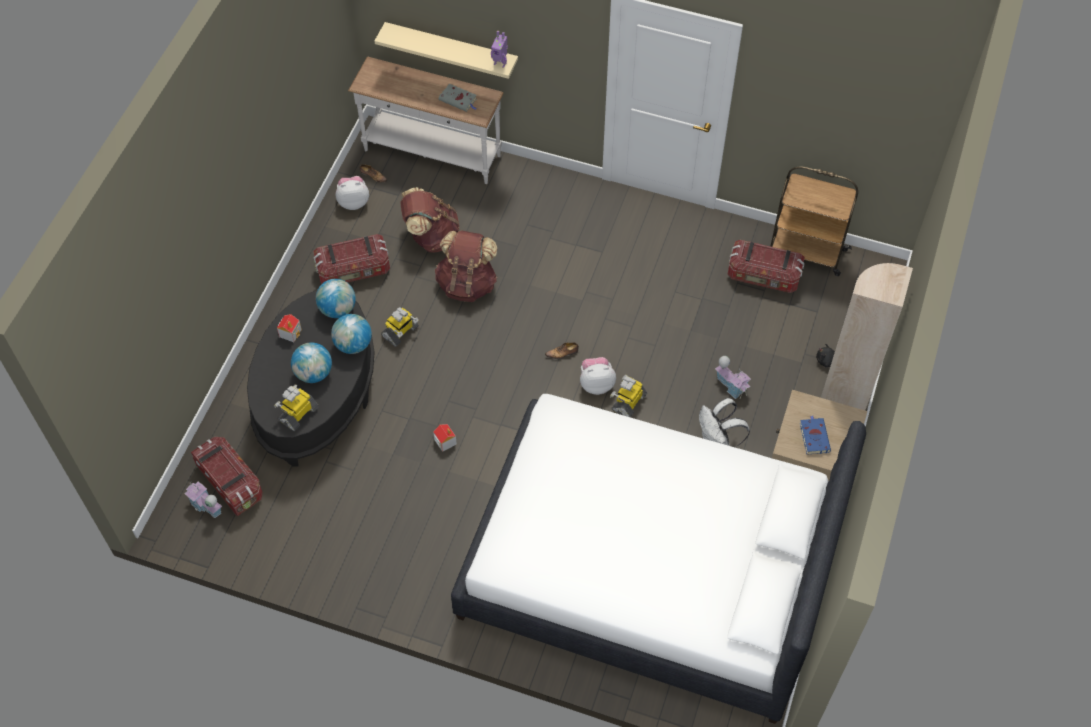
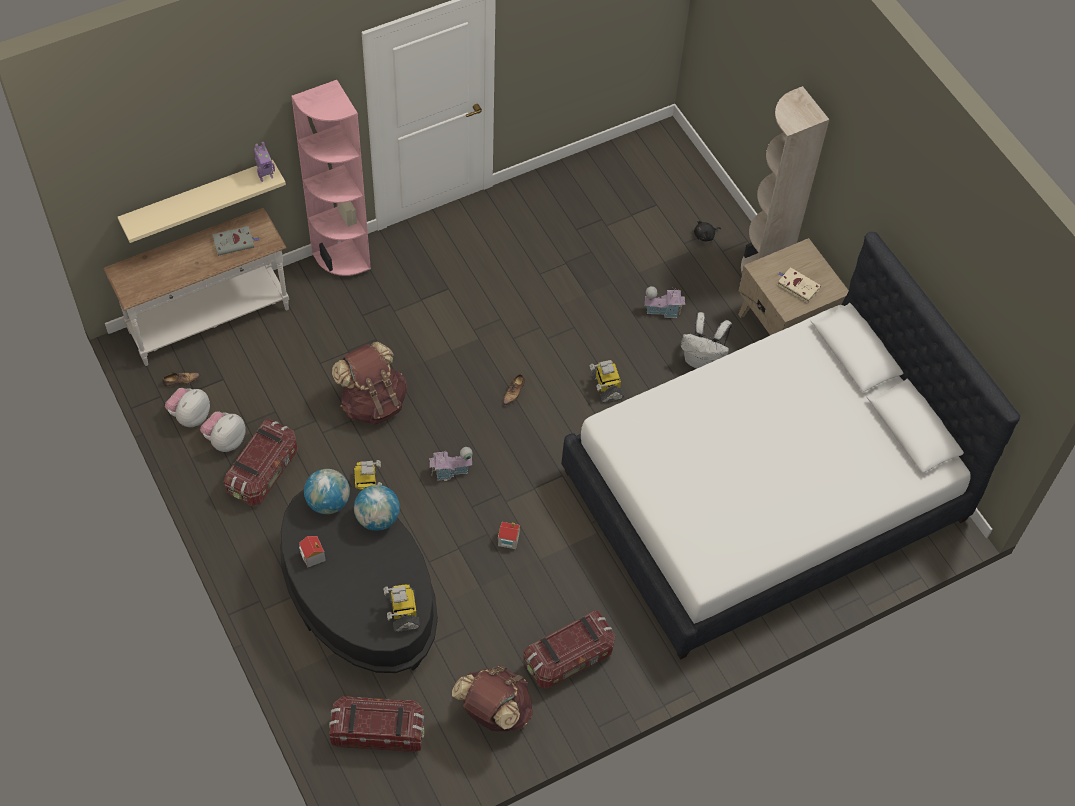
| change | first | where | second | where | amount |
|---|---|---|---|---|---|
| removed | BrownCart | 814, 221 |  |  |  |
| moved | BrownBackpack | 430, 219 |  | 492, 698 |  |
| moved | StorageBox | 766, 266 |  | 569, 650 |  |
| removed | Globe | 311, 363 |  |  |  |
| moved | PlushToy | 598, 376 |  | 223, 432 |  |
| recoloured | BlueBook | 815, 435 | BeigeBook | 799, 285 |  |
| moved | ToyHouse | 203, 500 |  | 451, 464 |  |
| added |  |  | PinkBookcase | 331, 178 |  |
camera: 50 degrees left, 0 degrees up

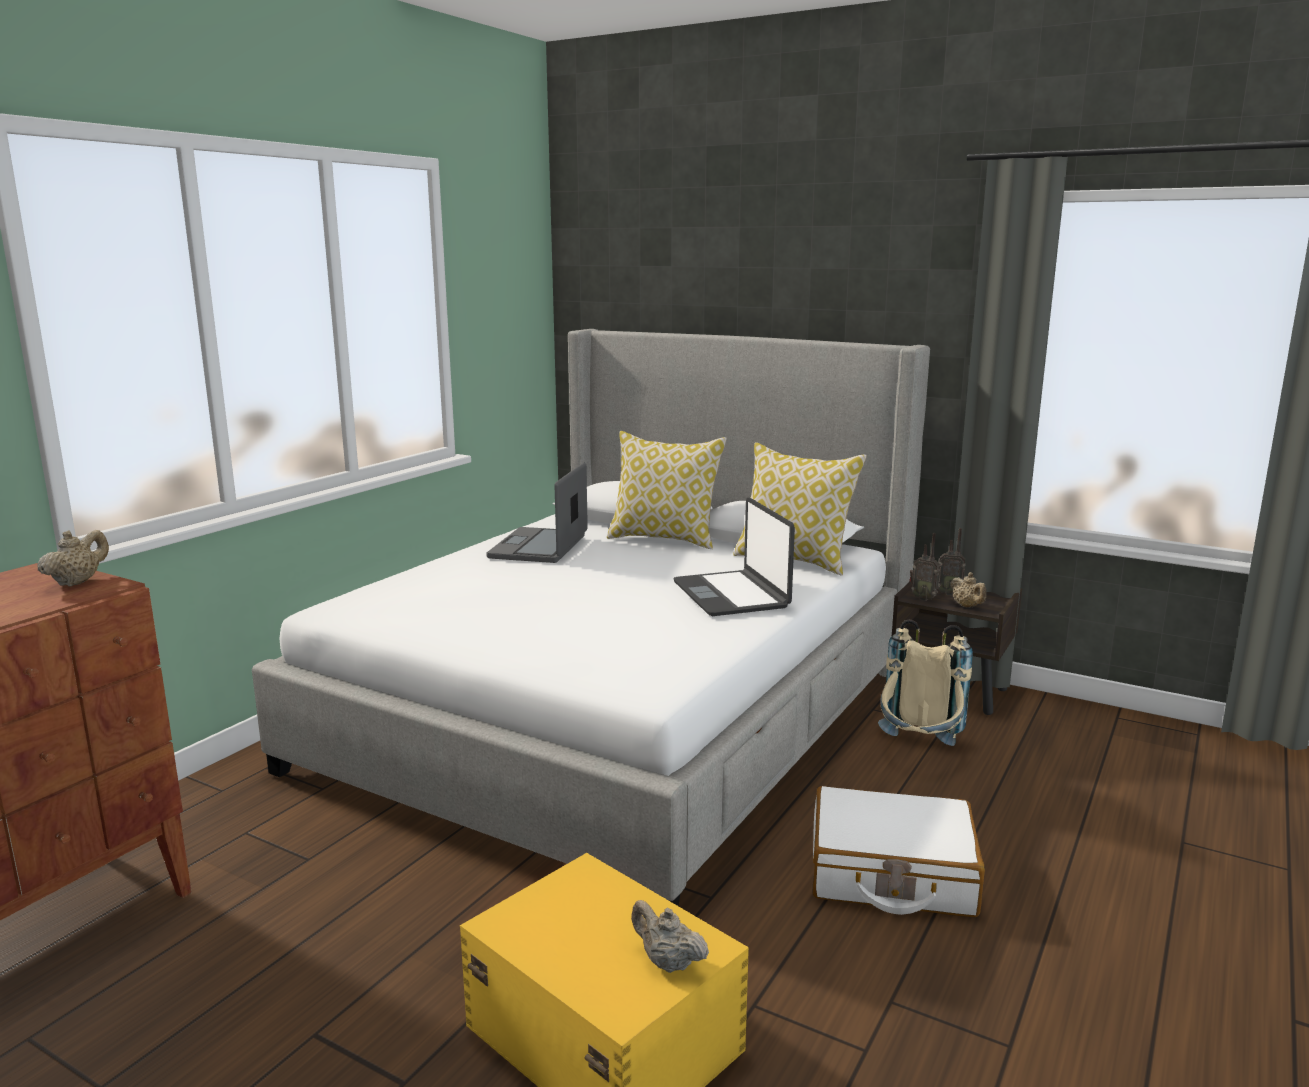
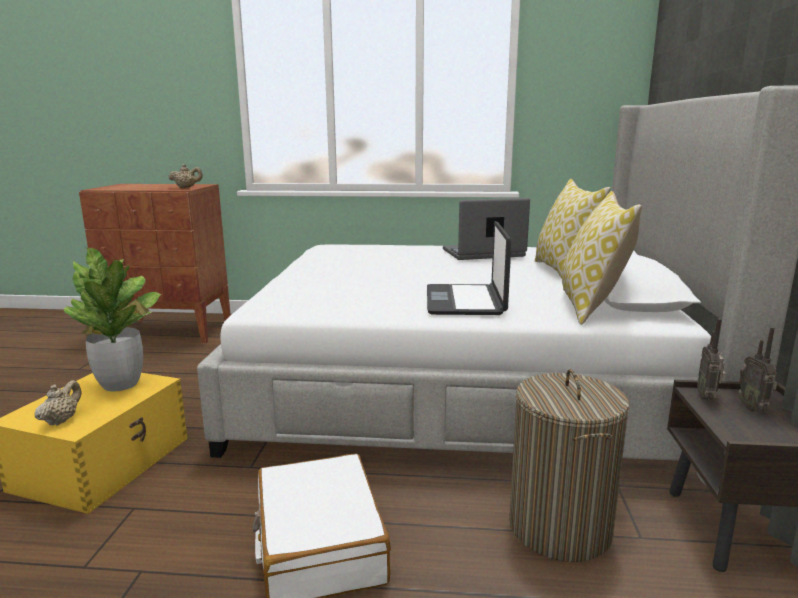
| change | first | where | second | where | amount |
|---|---|---|---|---|---|
| turned | Laptop | 734, 556 |  | 469, 268 | 45 degrees counterclockwise |
| removed | BeigeTeapot | 968, 590 |  |  |  |
| replaced | BeigeBackpack | 925, 682 | LaundryBasket | 569, 465 |  |
| added |  |  | PottedPlant | 112, 320 |  |
camera: 65 degrees right, 0 degrees up

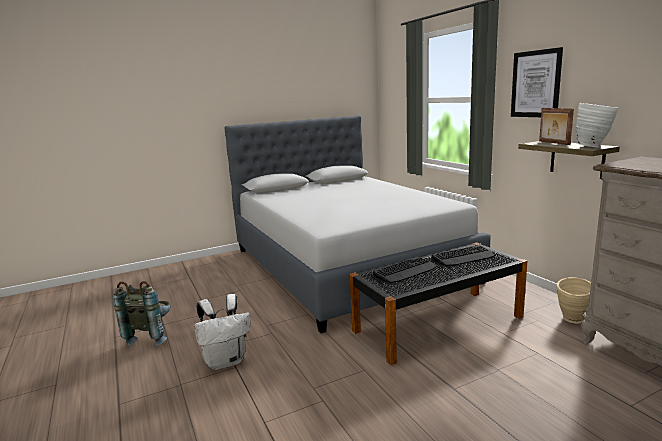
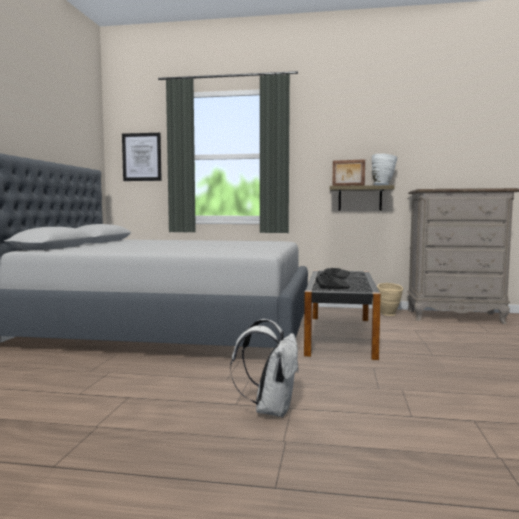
| change | first | where | second | where | amount |
|---|---|---|---|---|---|
| moved | Picture | 537, 82 |  | 142, 157 |  |
| removed | GreyBackpack | 142, 313 |  |  |  |
camera: 55 degrees left, 10 degrees down

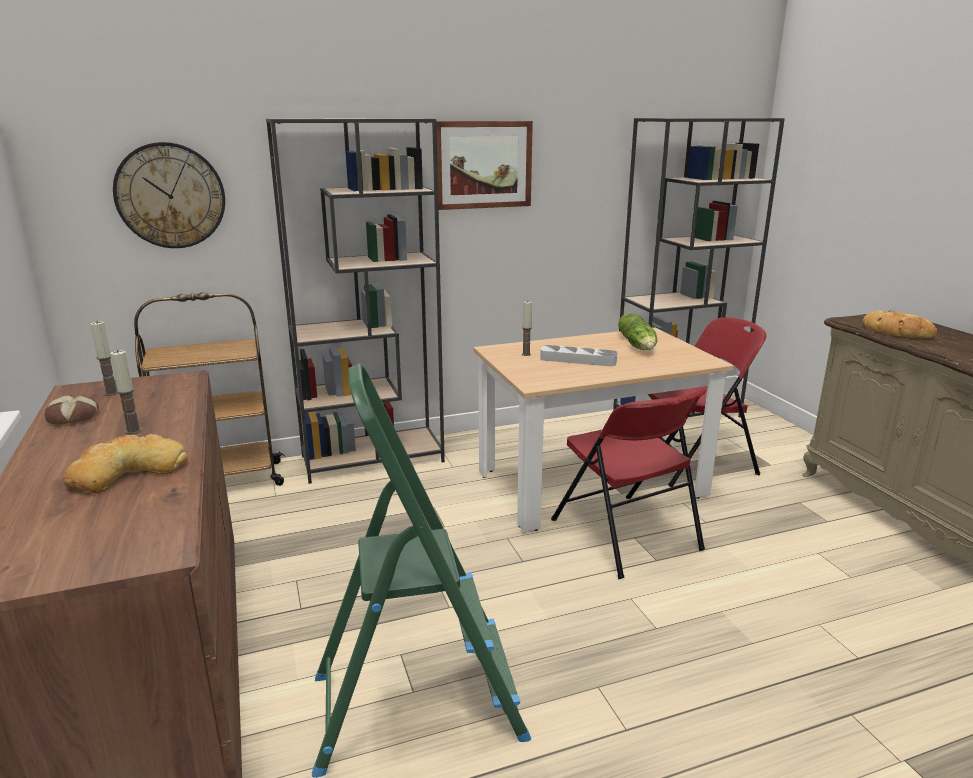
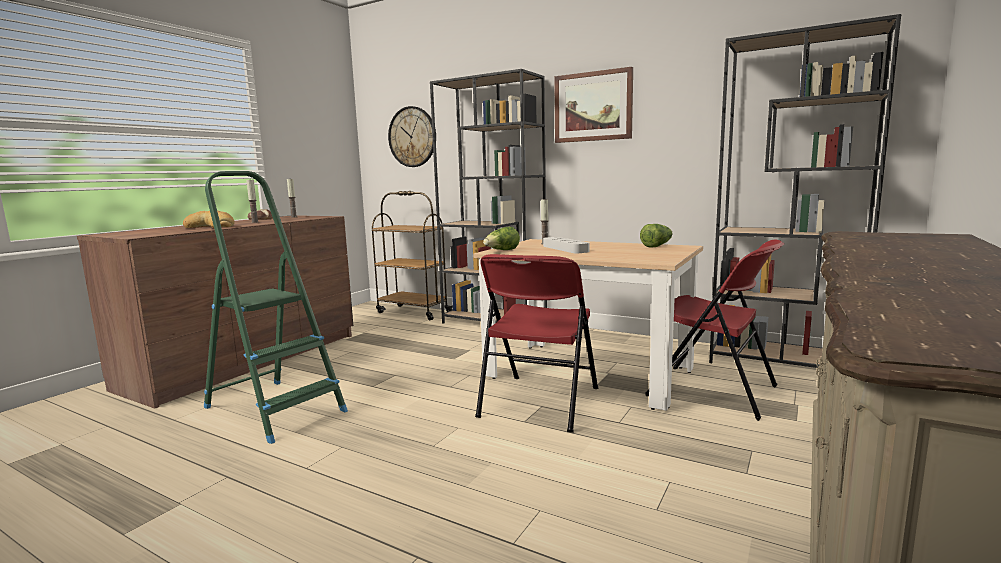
| change | first | where | second | where | amount |
|---|---|---|---|---|---|
| removed | Bread | 900, 324 |  |  |  |
| moved | Lettuce | 642, 336 |  | 501, 238 |  |
camera: 50 degrees right, 10 degrees down

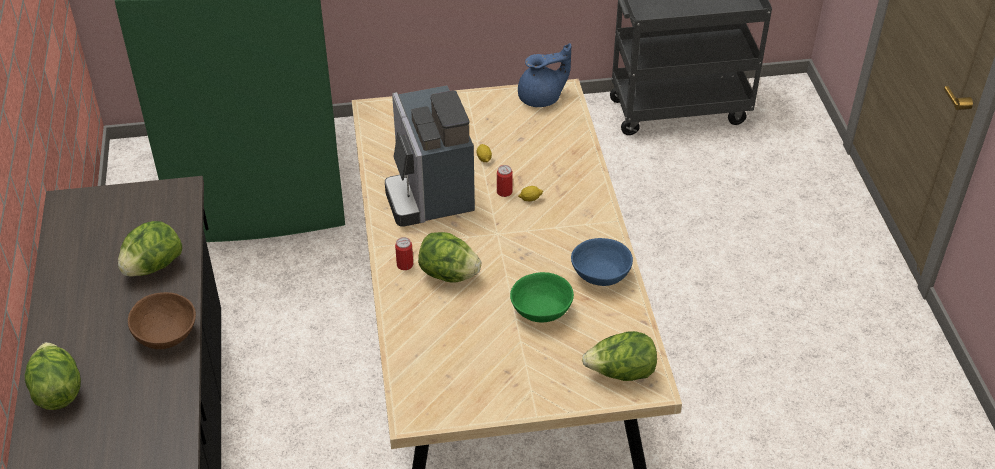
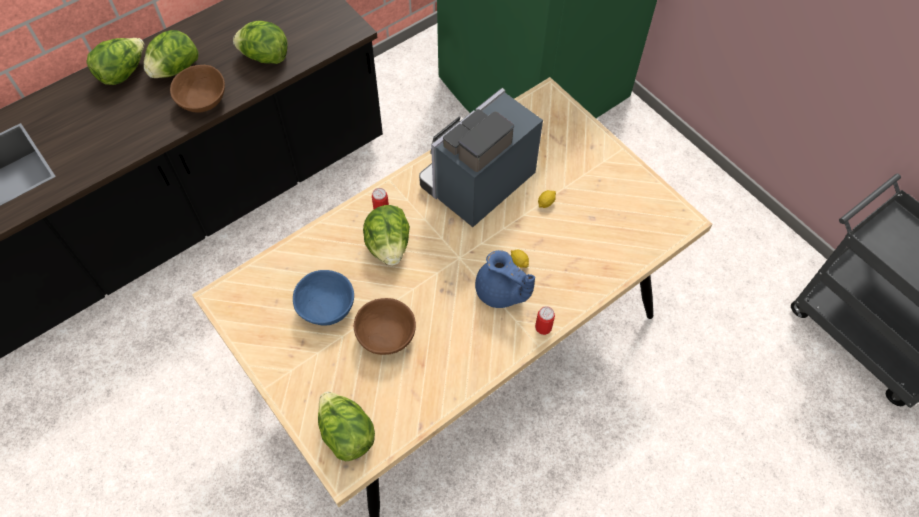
| change | first | where | second | where | amount |
|---|---|---|---|---|---|
| moved | BlueTeapot | 544, 75 |  | 505, 279 |  |
| moved | Can | 505, 181 |  | 545, 320 |  |
| moved | BlueBowl | 602, 262 |  | 323, 298 |  |
| recoloured | GreenBowl | 542, 297 | BrownBowl | 385, 326 |  |
| added |  |  | Lettuce | 171, 54 |  |
camera: 60 degrees right, 15 degrees up

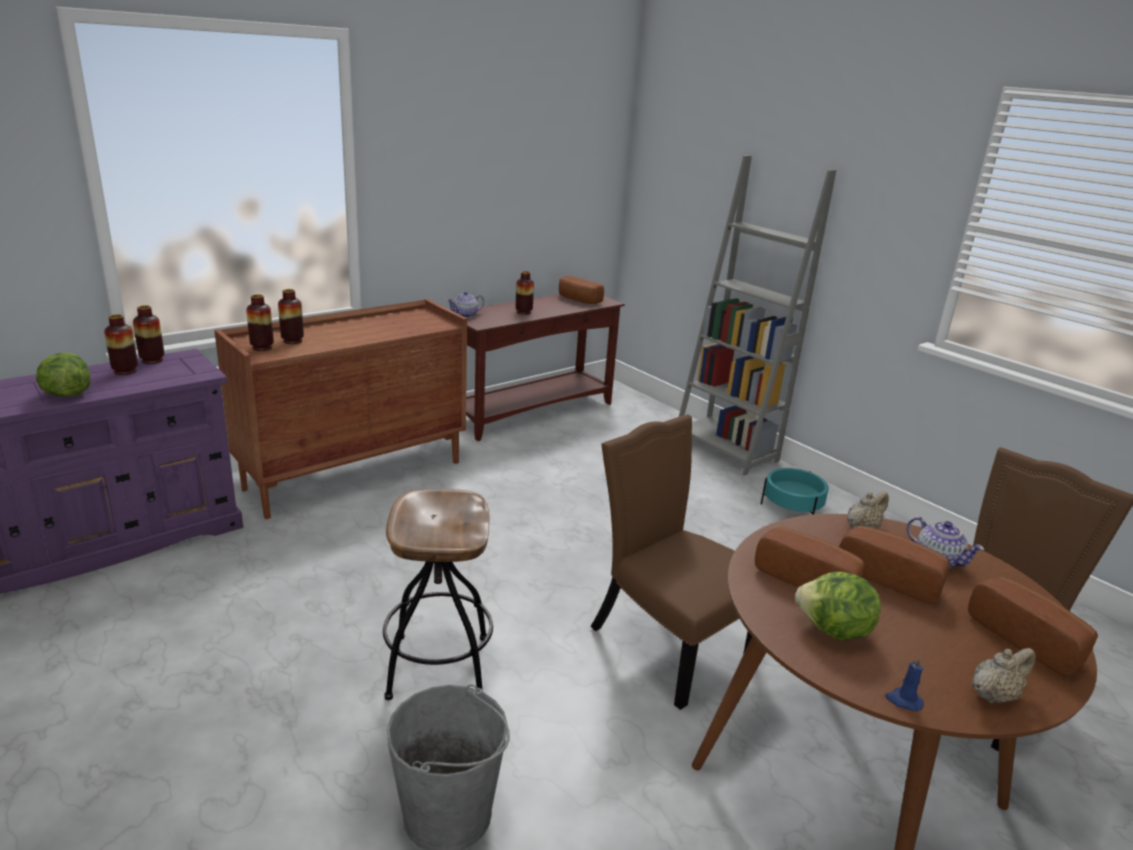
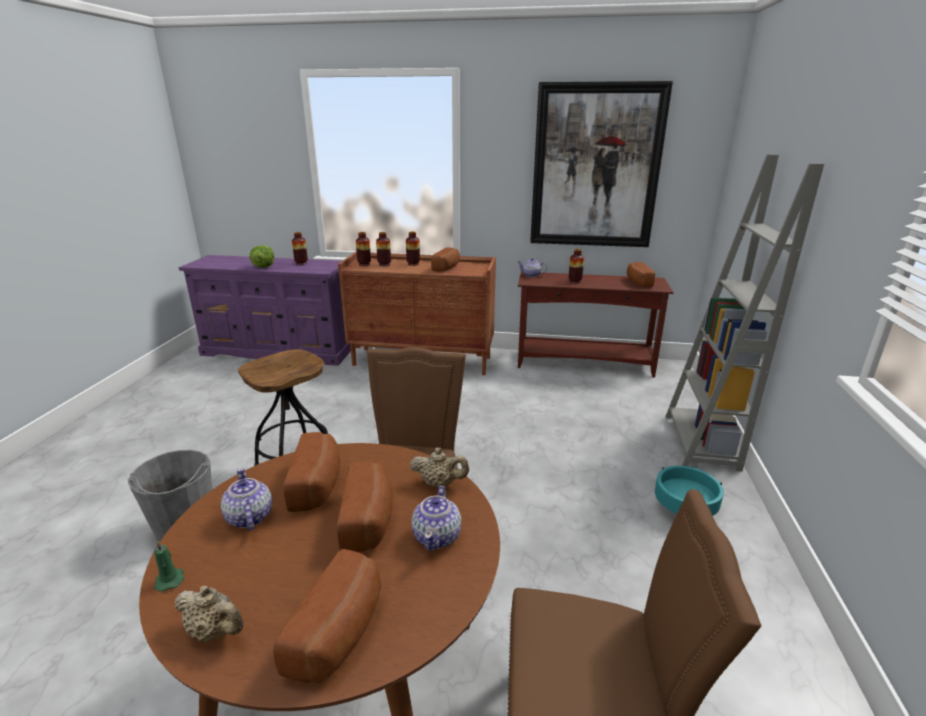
| change | first | where | second | where | amount |
|---|---|---|---|---|---|
| moved | Vase | 148, 334 |  | 413, 249 |  |
| replaced | Lettuce | 838, 606 | Teapot | 246, 499 |  |
| recoloured | BlueCandle | 904, 683 | GreenCandle | 169, 566 |  |
| added |  |  | Picture | 601, 164 |  |
| added |  |  | Bread | 445, 260 |  |
camera: 50 degrees right, 0 degrees up

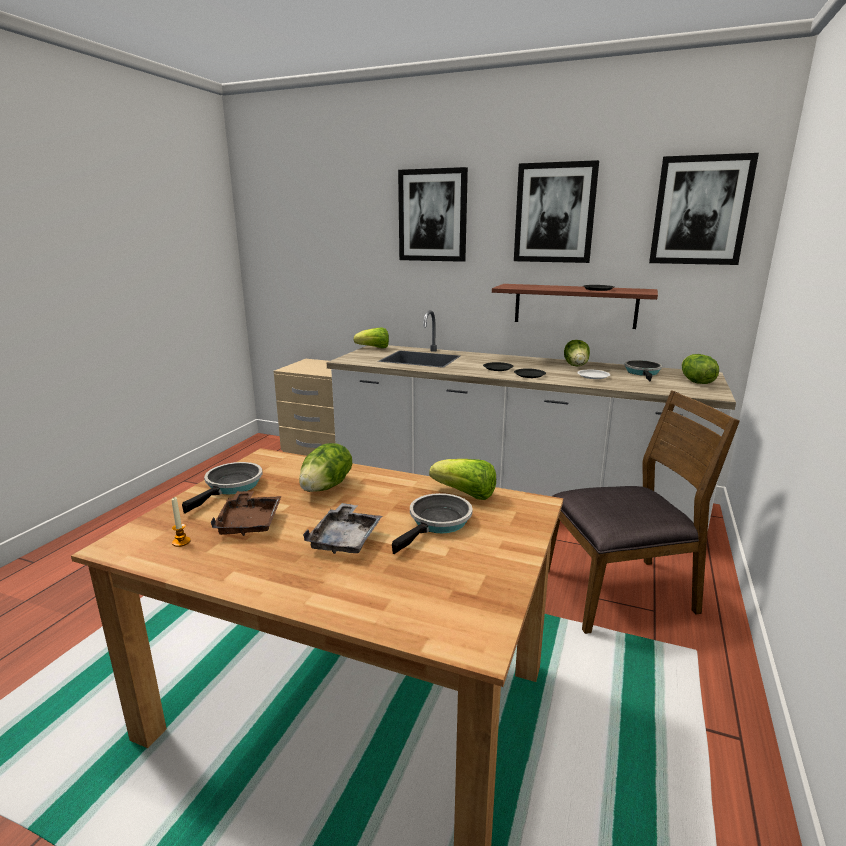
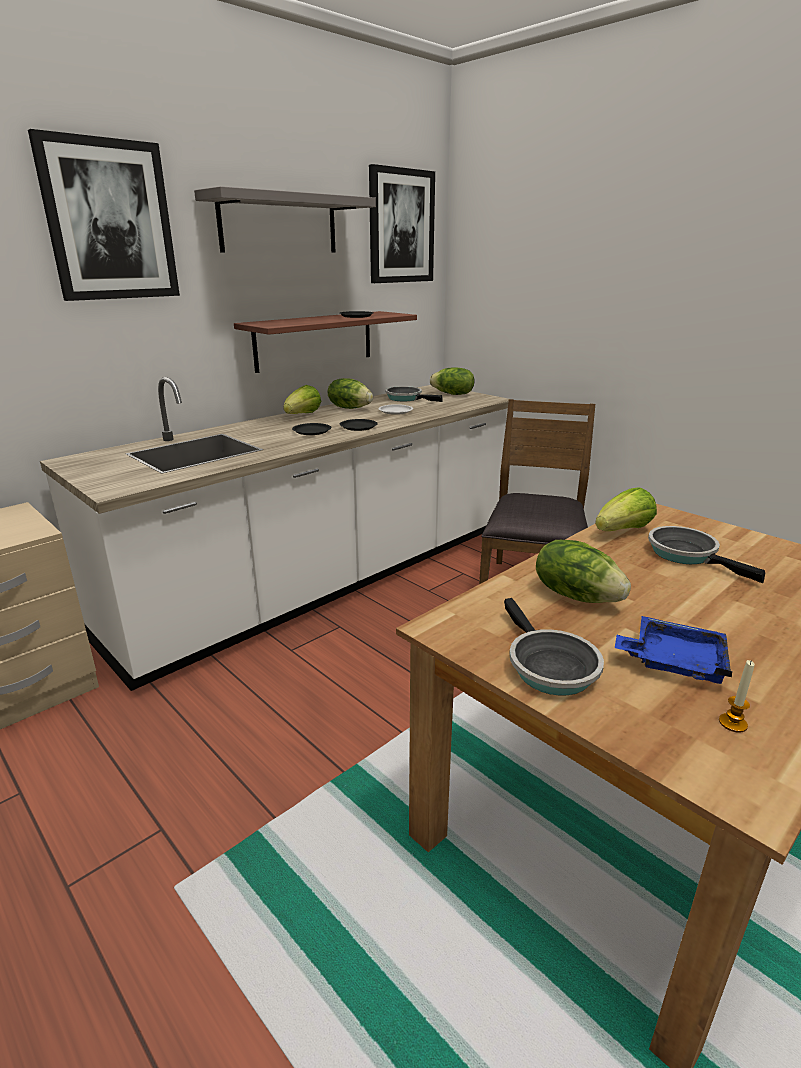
| change | first | where | second | where | amount |
|---|---|---|---|---|---|
| replaced | Picture | 556, 211 | GreyShelf | 285, 219 |  |
| moved | Lettuce | 371, 337 |  | 302, 399 |  |
| turned | FryingPan | 222, 488 |  | 554, 647 | 150 degrees counterclockwise |
| recoloured | BrownTray | 245, 513 | BlueTray | 673, 650 |  |
| removed | GreyTray | 342, 528 |  |  |  |
camera: 65 degrees left, 5 degrees up

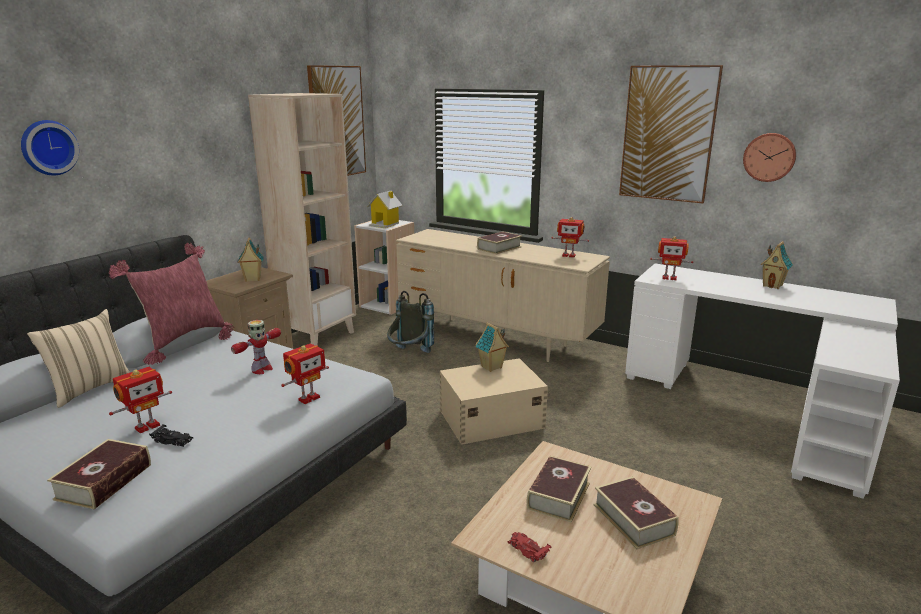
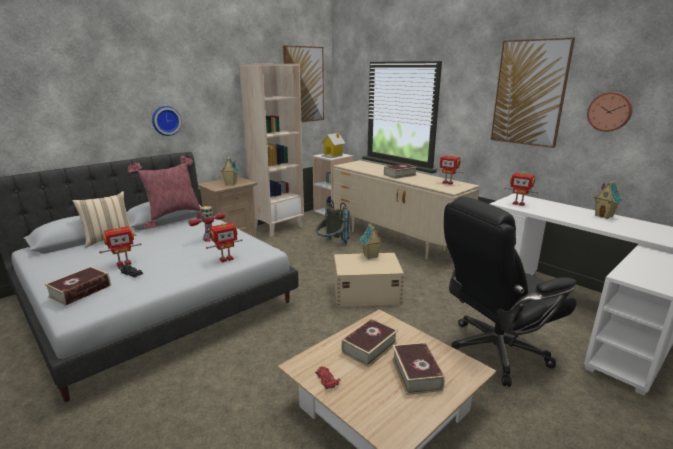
| change | first | where | second | where | amount |
|---|---|---|---|---|---|
| moved | WallClock | 50, 147 |  | 166, 121 |  |
| added |  |  | BlackOfficeChair | 510, 292 |  |
camera: 15 degrees right, 0 degrees up

